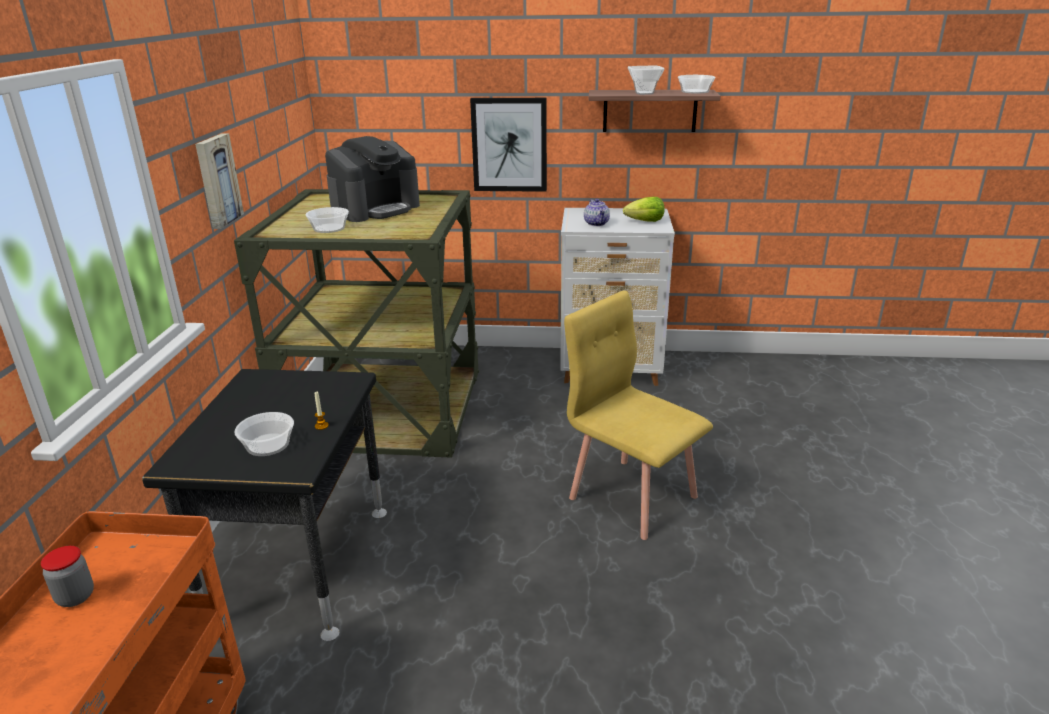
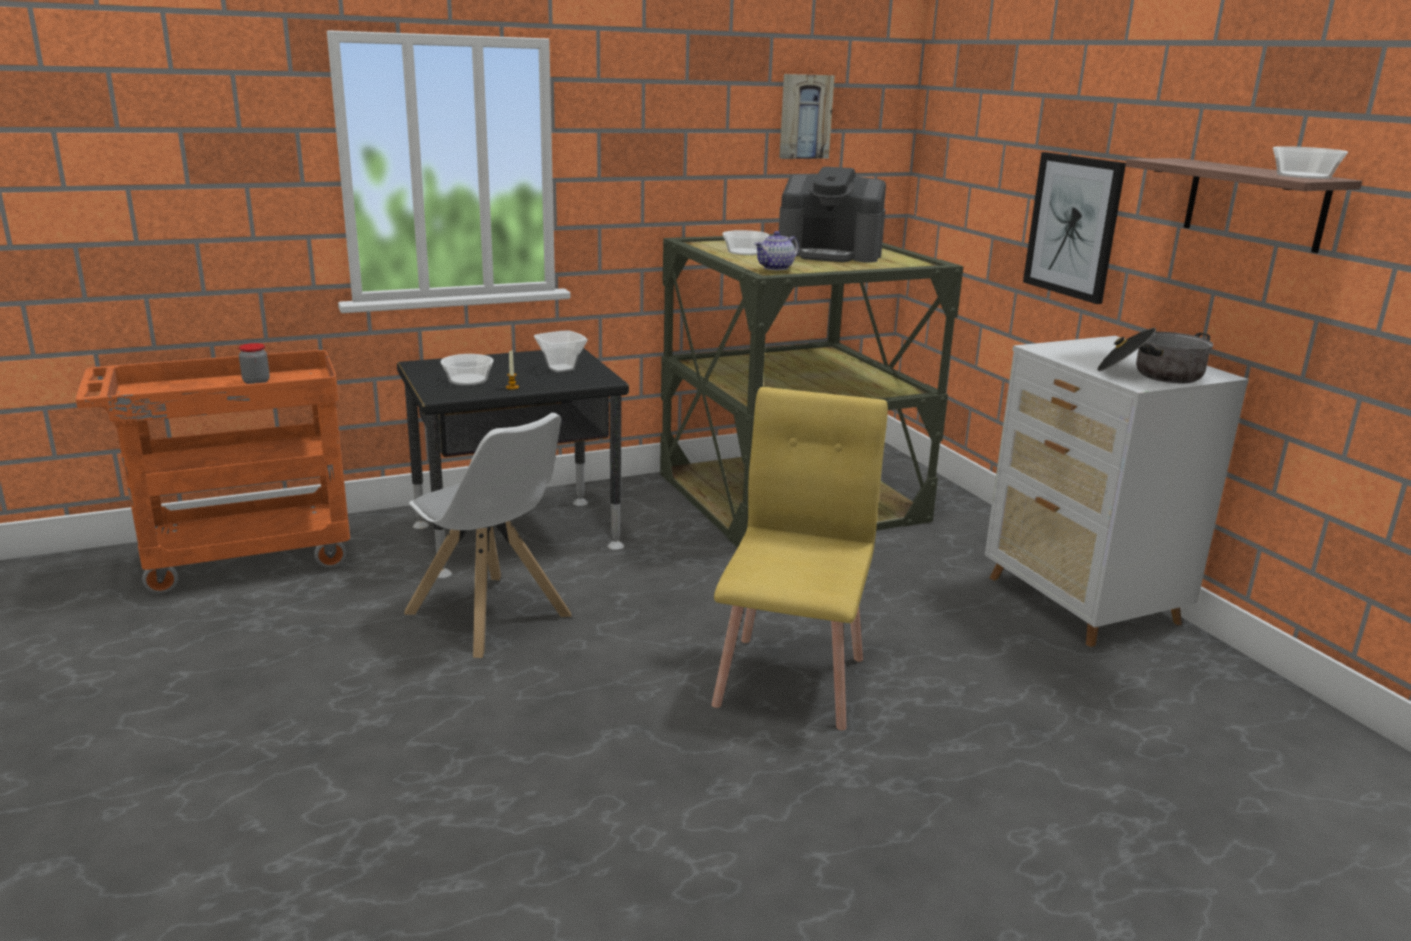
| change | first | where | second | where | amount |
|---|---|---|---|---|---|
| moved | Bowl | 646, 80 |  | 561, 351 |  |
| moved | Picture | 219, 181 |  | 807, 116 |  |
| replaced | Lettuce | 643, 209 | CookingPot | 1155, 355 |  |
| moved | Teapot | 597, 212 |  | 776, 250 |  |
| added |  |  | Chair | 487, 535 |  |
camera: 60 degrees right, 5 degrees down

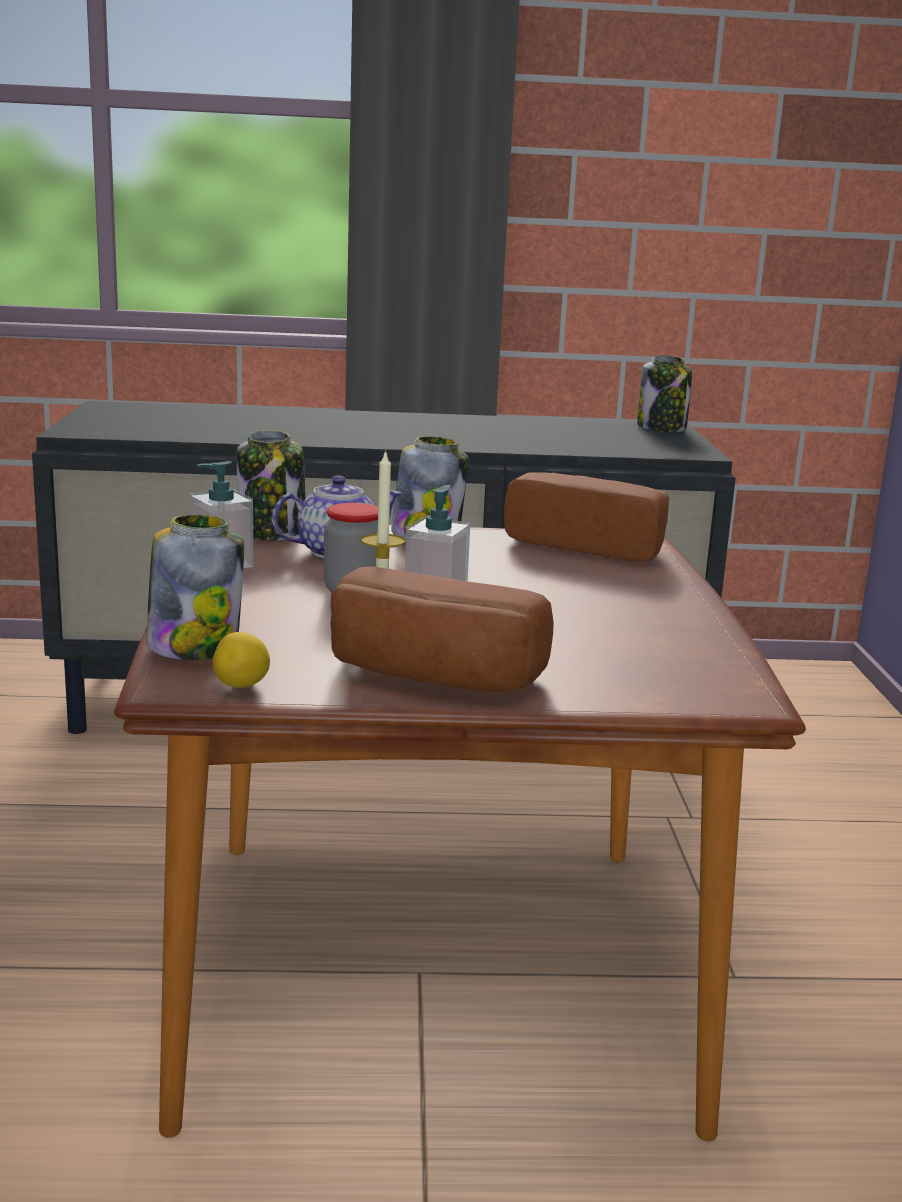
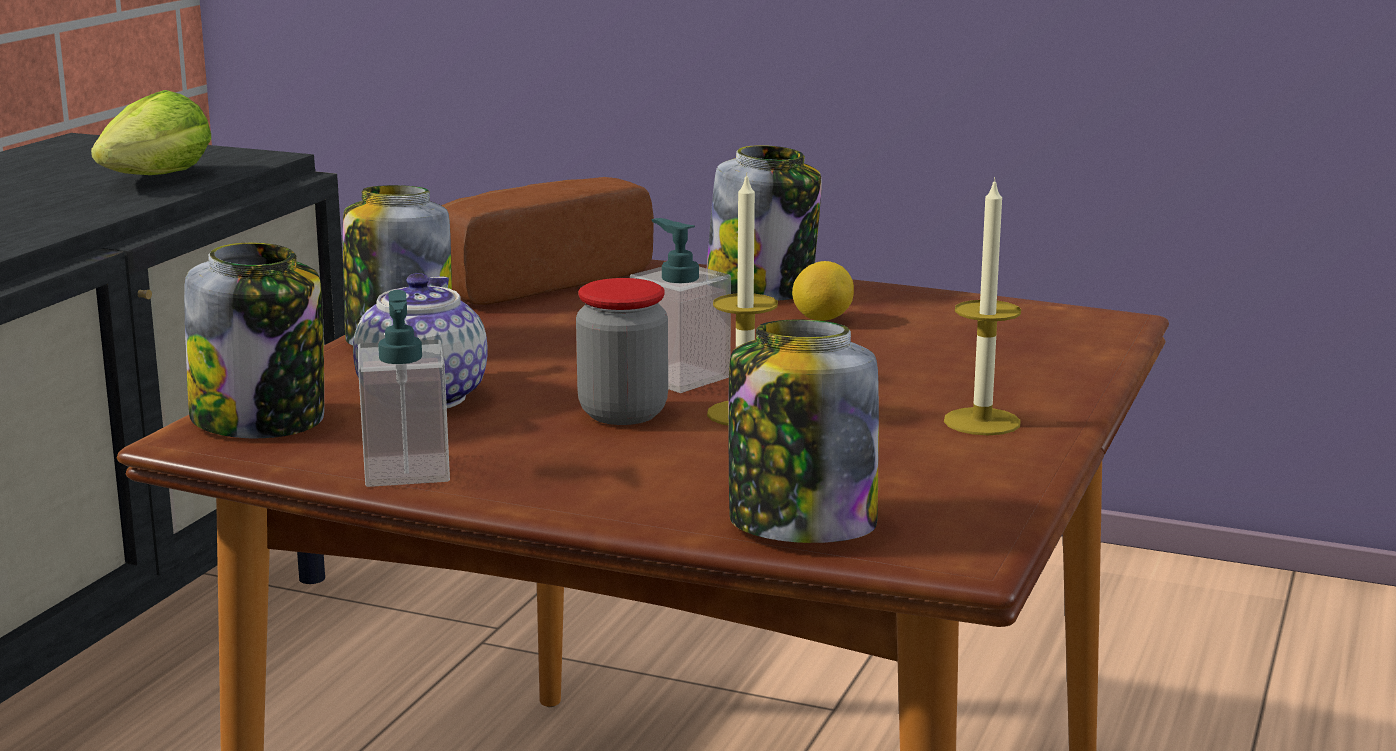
| change | first | where | second | where | amount |
|---|---|---|---|---|---|
| moved | Jar | 664, 394 |  | 764, 223 |  |
| replaced | Bread | 442, 629 | Candle | 982, 306 |  |
| moved | Lemon | 241, 660 |  | 823, 291 |  |
| added |  |  | Lettuce | 151, 132 |  |
camera: 65 degrees left, 0 degrees up

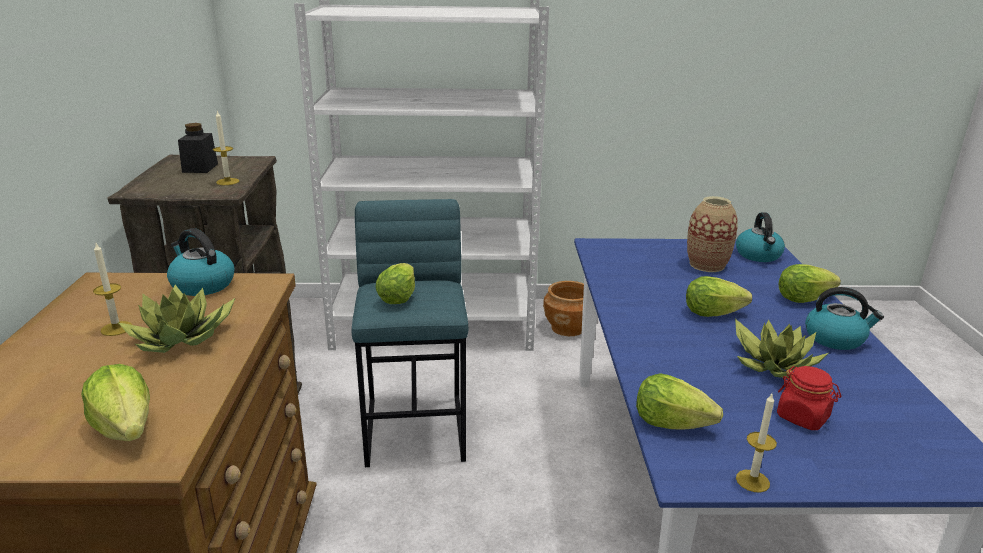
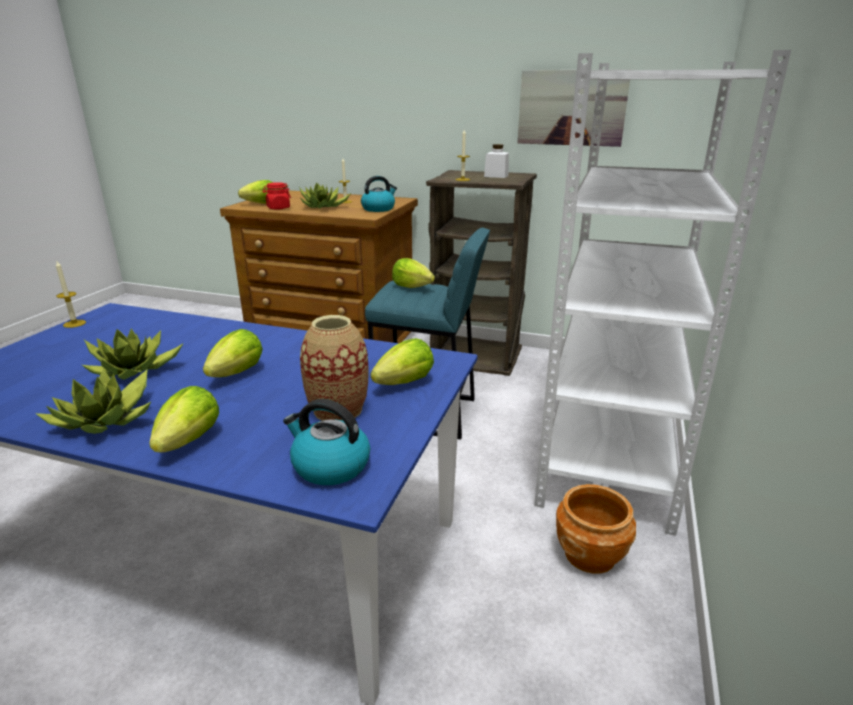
| change | first | where | second | where | amount |
|---|---|---|---|---|---|
| recoloured | BlackJar | 198, 148 | WhiteJar | 496, 161 |  |
| replaced | Kettle | 844, 318 | PottedPlant | 93, 401 |  |
| moved | RedJar | 809, 398 |  | 276, 196 |  |
| moved | Lettuce | 679, 401 |  | 402, 361 |  |
| added |  |  | Picture | 574, 108 |  |
camera: 110 degrees right, 0 degrees up

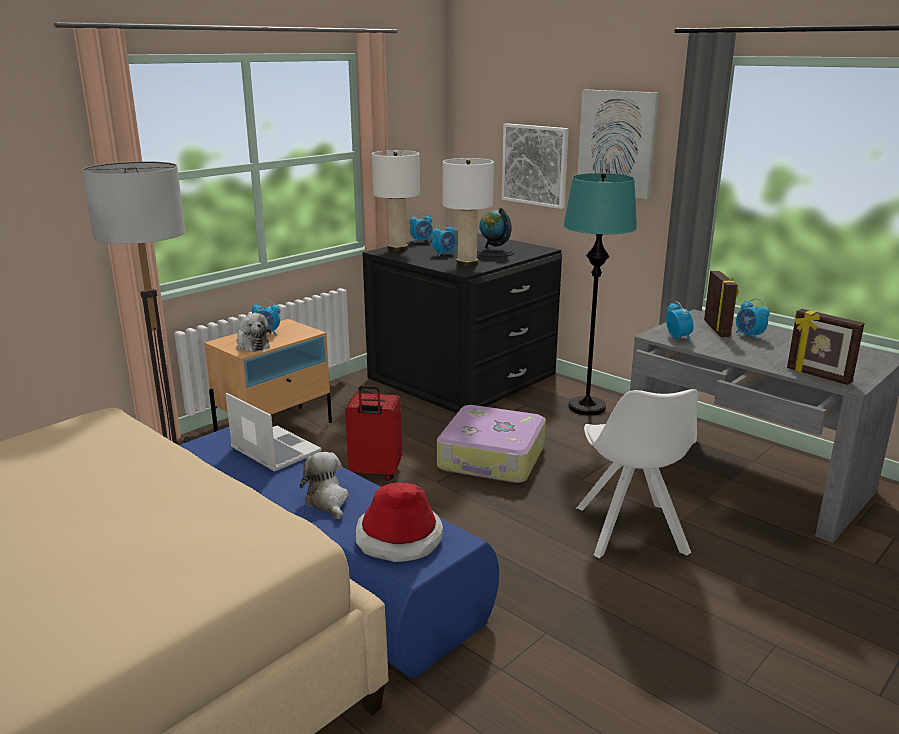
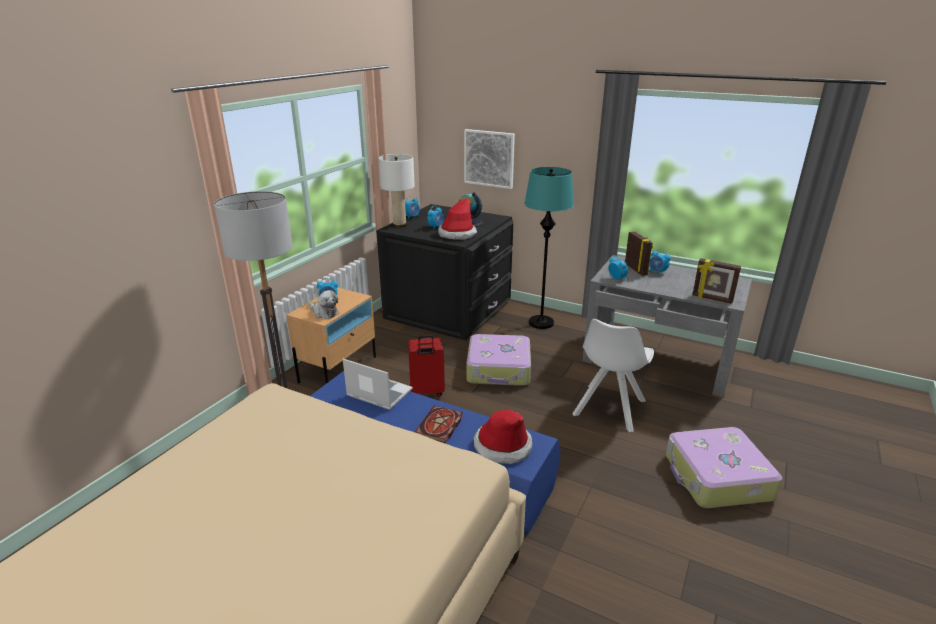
| change | first | where | second | where | amount |
|---|---|---|---|---|---|
| removed | Picture | 618, 144 |  |  |  |
| replaced | WhiteTableLamp | 468, 212 | Hat | 457, 219 |  |
| turned | WhiteChair | 637, 473 |  | 613, 375 | 45 degrees clockwise |
| replaced | PlushToy | 324, 486 | Book | 439, 424 |  |
| added |  |  | Suitcase | 724, 467 |  |
camera: 15 degrees left, 5 degrees up

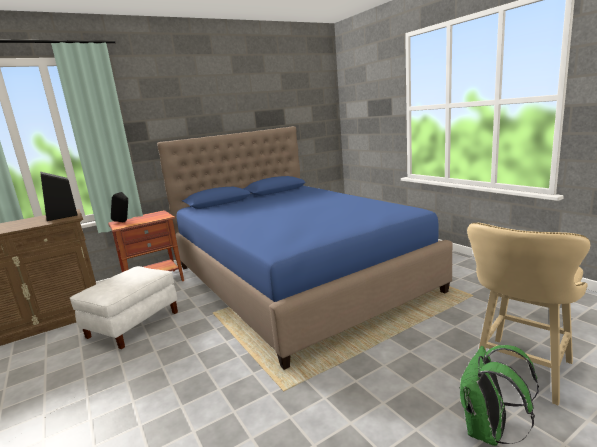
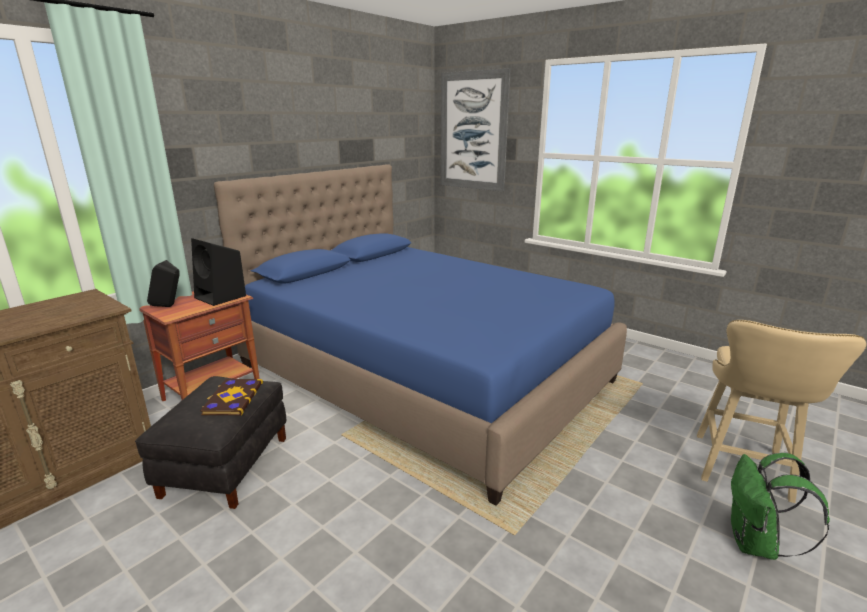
| change | first | where | second | where | amount |
|---|---|---|---|---|---|
| moved | BlackSpeaker | 59, 196 |  | 218, 272 |  |
| recoloured | WhiteOttoman | 124, 307 | BlackOttoman | 210, 442 |  |
| added |  |  | Picture | 476, 130 |  |
| added |  |  | Book | 231, 397 |  |
camera: 20 degrees left, 5 degrees up

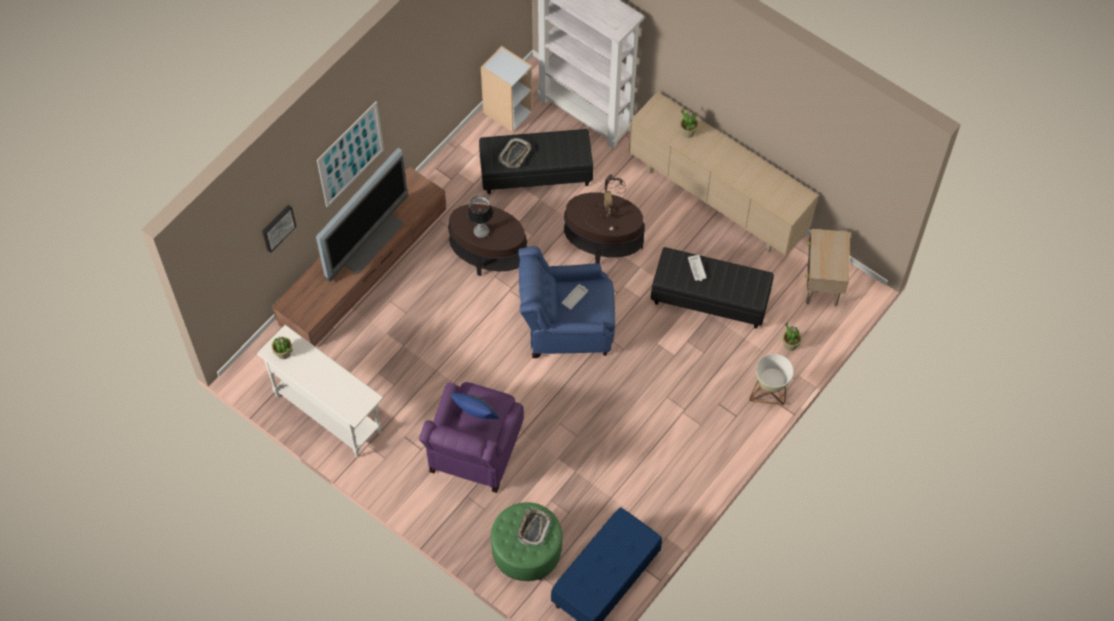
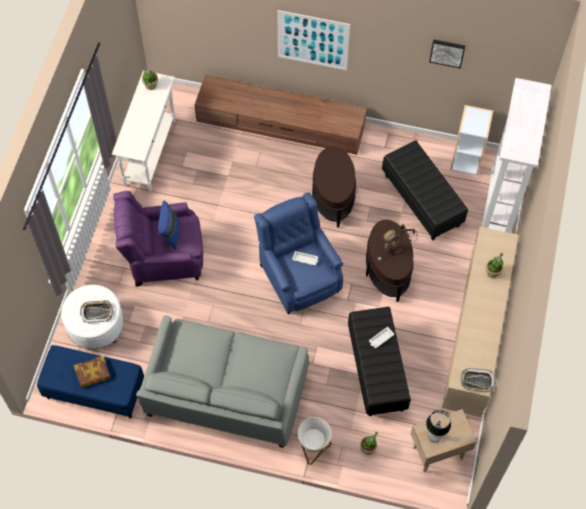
| change | first | where | second | where | amount |
|---|---|---|---|---|---|
| moved | Tray | 514, 153 |  | 478, 380 |  |
| removed | Television | 362, 215 |  |  |  |
| moved | TableLamp | 480, 217 |  | 438, 426 |  |
| moved | Picture | 279, 229 |  | 447, 54 |  |
| recoloured | GreenOttoman | 526, 541 | WhiteOttoman | 92, 317 |  |
| added |  |  | GreySofa | 222, 381 |  |
| added |  |  | Book | 92, 372 |  |
camera: 65 degrees right, 0 degrees up

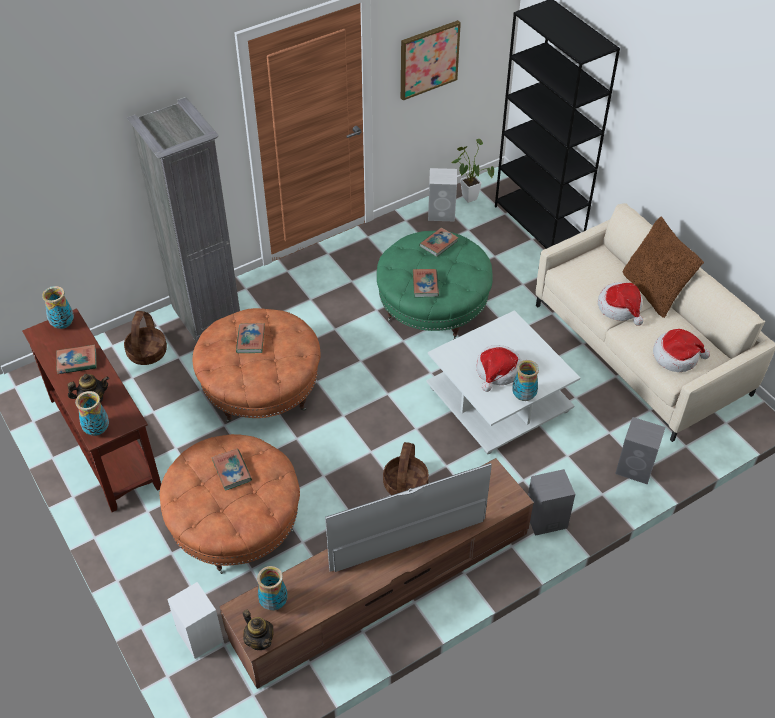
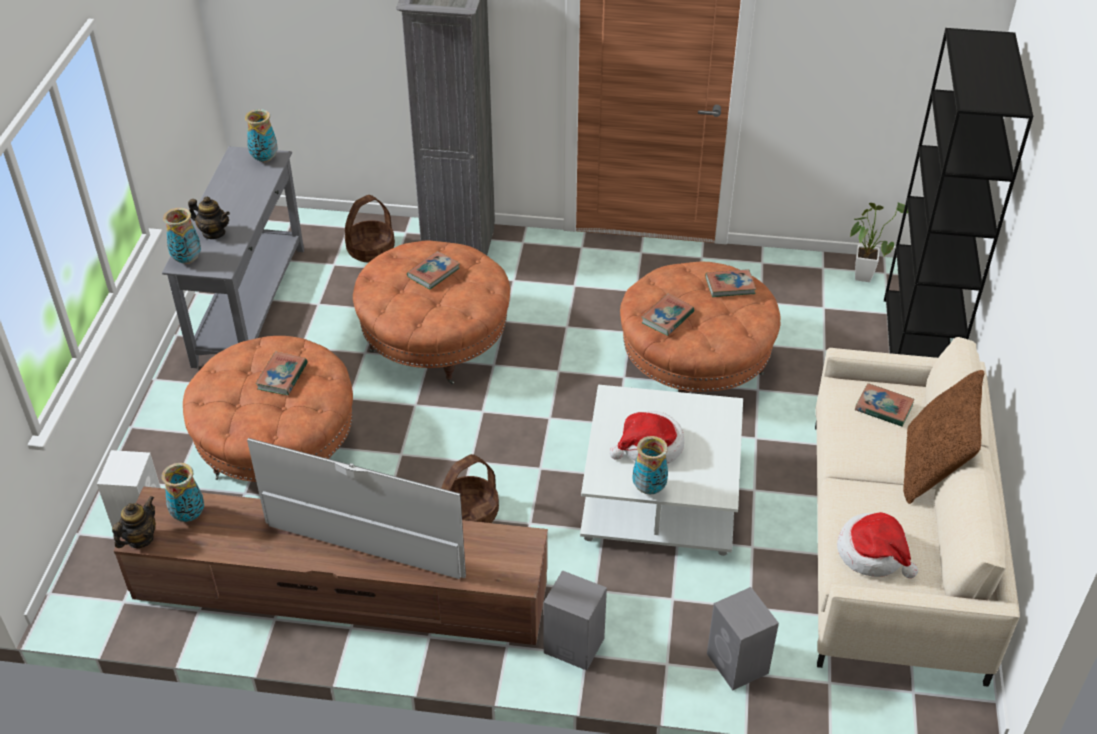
| change | first | where | second | where | amount |
|---|---|---|---|---|---|
| removed | Picture | 431, 60 |  |  |  |
| removed | WhiteSpeaker | 442, 195 |  |  |  |
| recoloured | GreenOttoman | 435, 285 | BrownOttoman | 700, 327 |  |
| removed | Hat | 620, 304 |  |  |  |
| recoloured | BrownConsoleTable | 91, 410 | GreyConsoleTable | 233, 257 |  |
| moved | Book | 76, 359 |  | 885, 405 |  |
| turned | Teapot | 258, 630 |  | 134, 522 | 150 degrees counterclockwise |
camera: 40 degrees right, 5 degrees down

